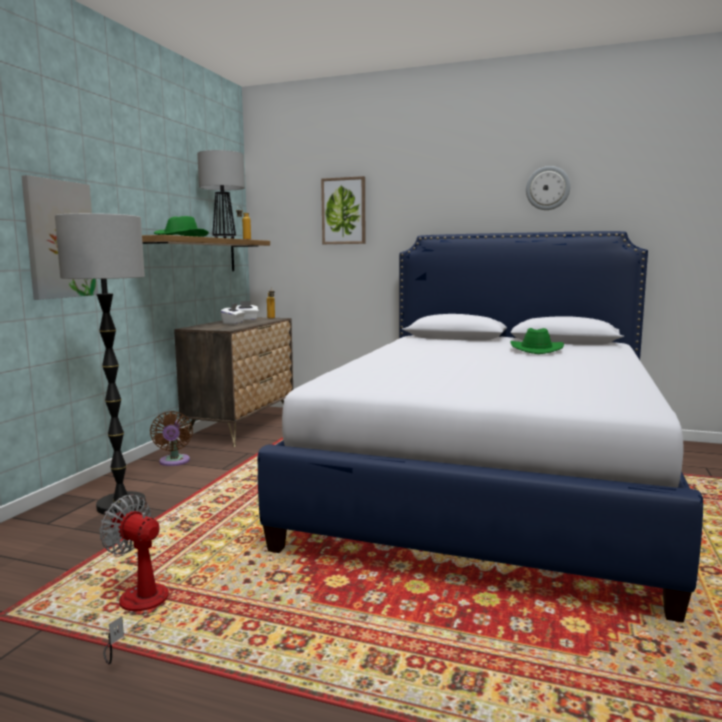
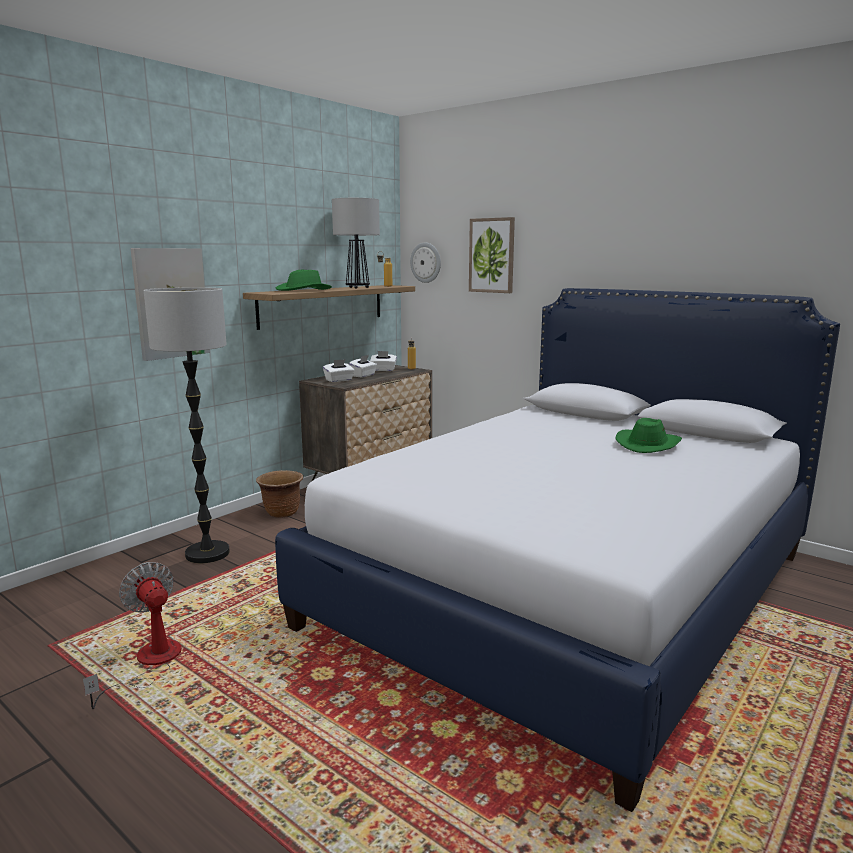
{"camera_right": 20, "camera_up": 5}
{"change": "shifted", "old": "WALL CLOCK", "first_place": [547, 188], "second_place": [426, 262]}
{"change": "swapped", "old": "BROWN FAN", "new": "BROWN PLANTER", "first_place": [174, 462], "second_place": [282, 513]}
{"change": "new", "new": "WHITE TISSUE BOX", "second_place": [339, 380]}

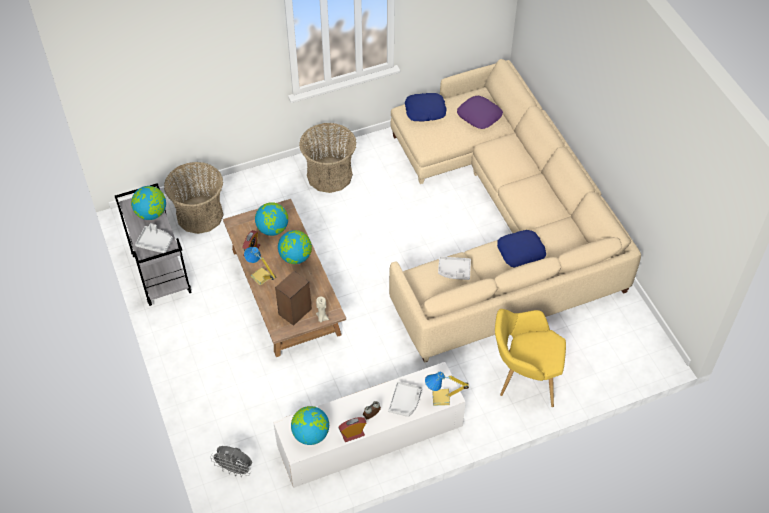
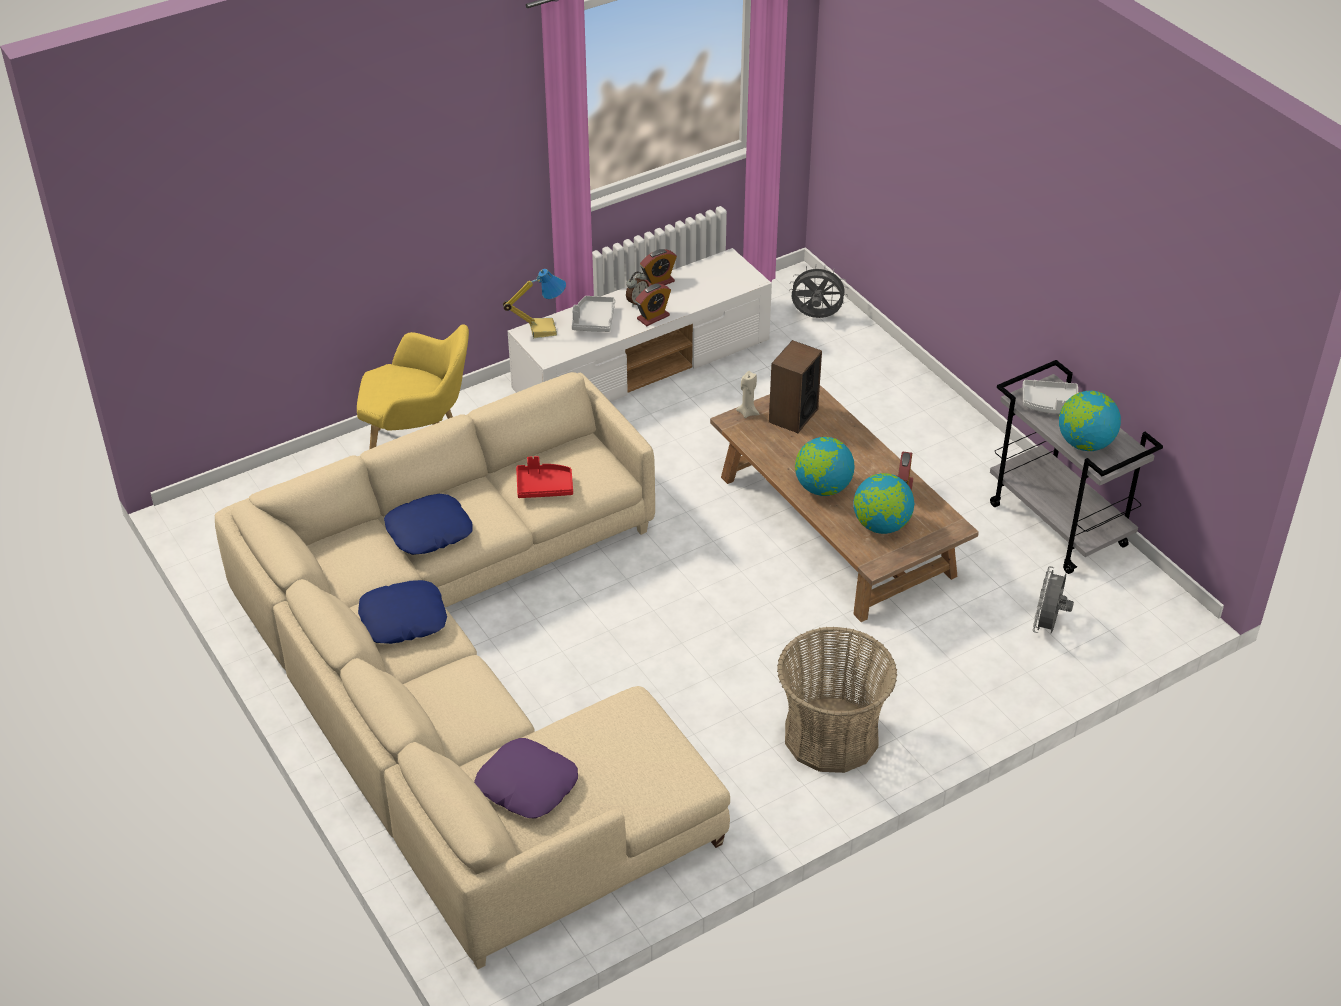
{"camera_right": 170, "camera_up": -10}
{"change": "shifted", "old": "BLUE PILLOW", "first_place": [425, 111], "second_place": [403, 619]}
{"change": "swapped", "old": "BASKET", "new": "GREY FAN", "first_place": [200, 215], "second_place": [1047, 626]}
{"change": "gone", "old": "TABLE LAMP", "first_place": [260, 277]}
{"change": "repainted", "old": "GREY TRAY", "new": "RED TRAY", "first_place": [454, 271], "second_place": [544, 487]}
{"change": "gone", "old": "GLOBE", "first_place": [311, 434]}
{"change": "new", "new": "ALARM CLOCK", "second_place": [653, 317]}

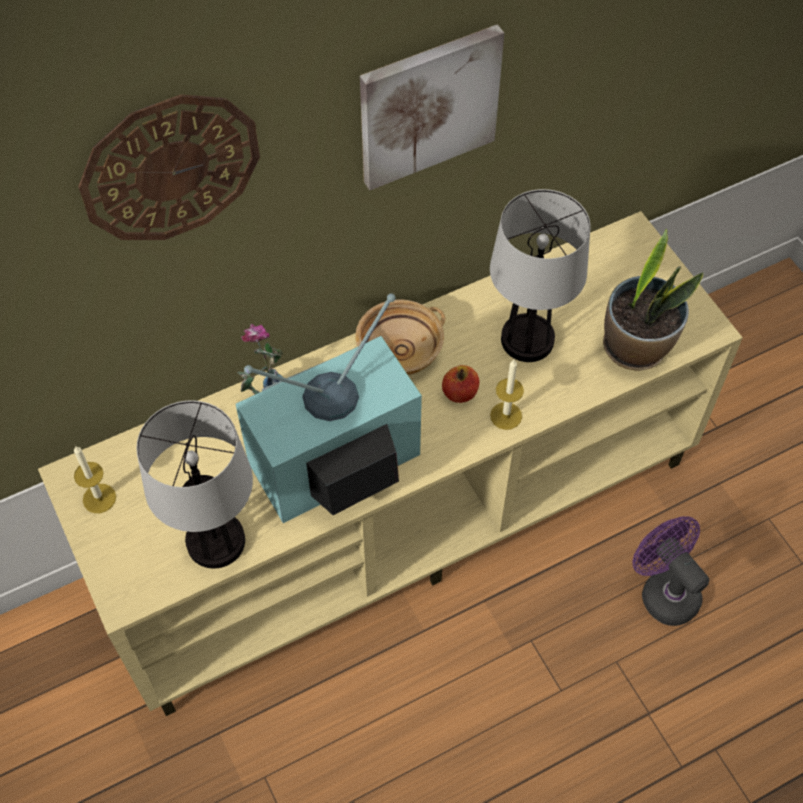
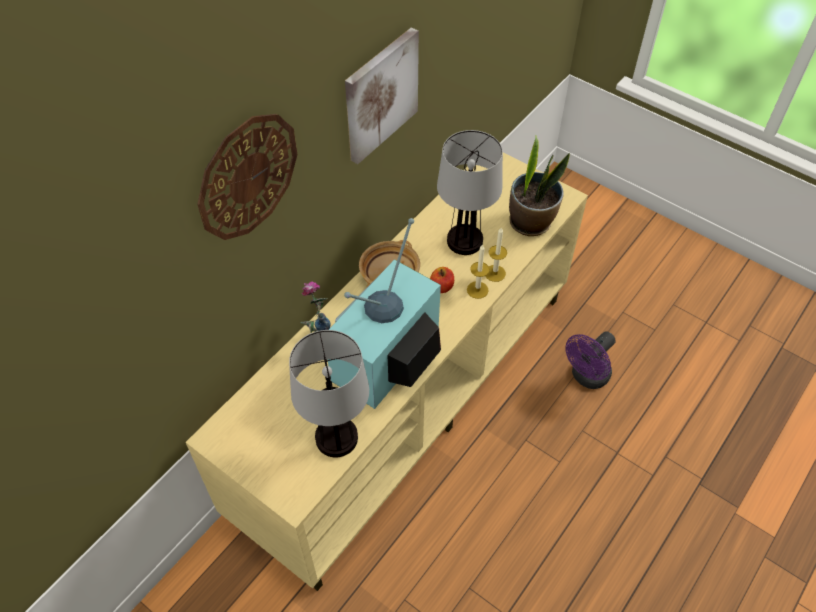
{"camera_right": -25, "camera_up": -5}
{"change": "shifted", "old": "CANDLE", "first_place": [99, 498], "second_place": [495, 273]}
{"change": "rotated", "old": "PURPLE FAN", "first_place": [663, 590], "second_place": [586, 377], "degrees": -75}

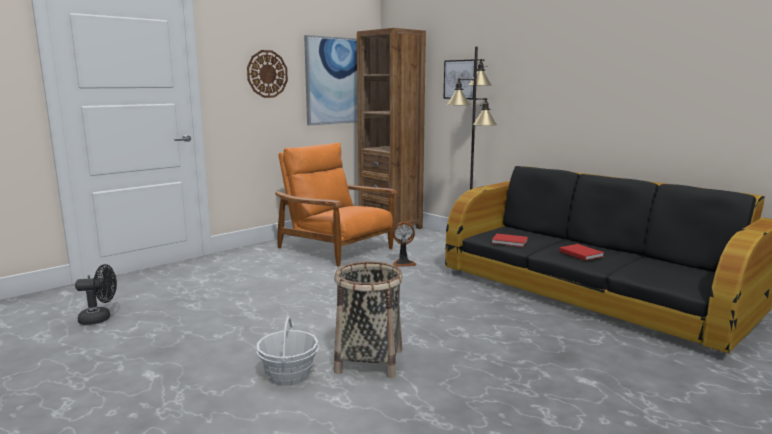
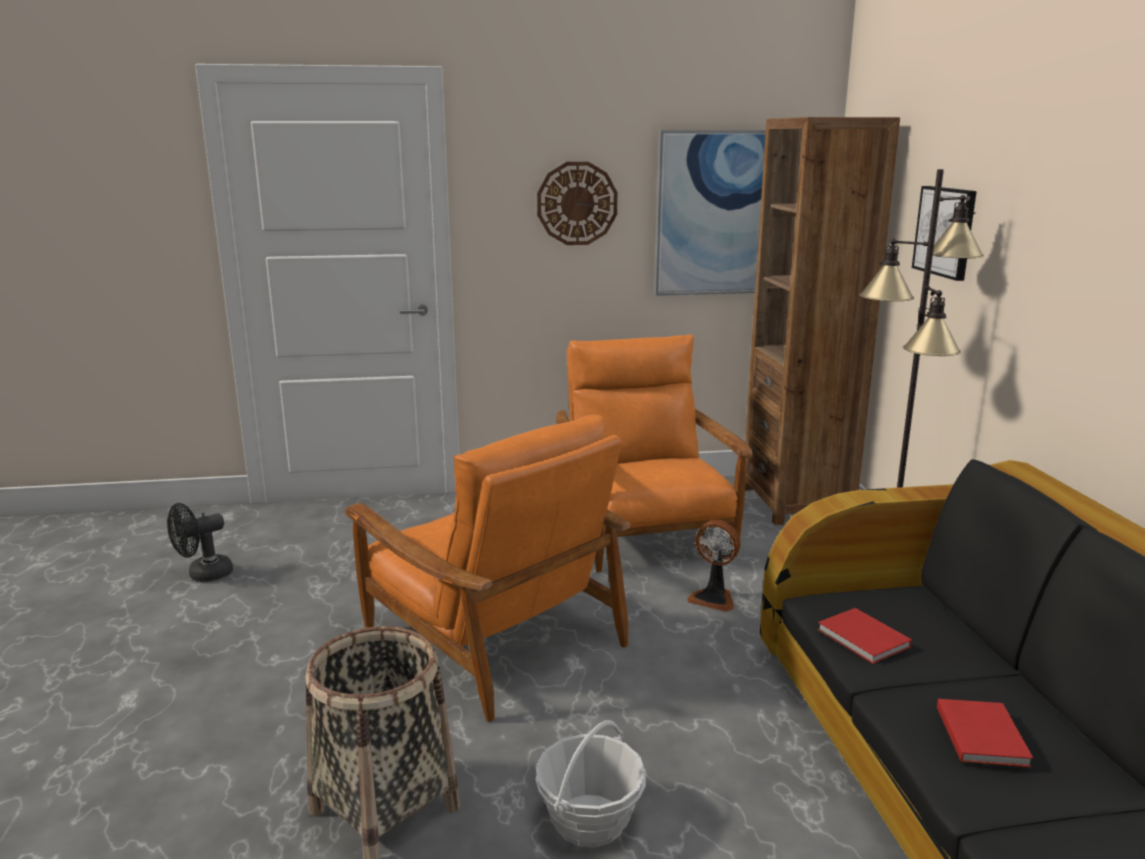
{"camera_right": 35, "camera_up": 5}
{"change": "rotated", "old": "BLACK FAN", "first_place": [100, 319], "second_place": [203, 575], "degrees": 120}
{"change": "shifted", "old": "BASKET", "first_place": [289, 375], "second_place": [589, 820]}
{"change": "new", "new": "ORANGE ARMCHAIR", "second_place": [491, 637]}

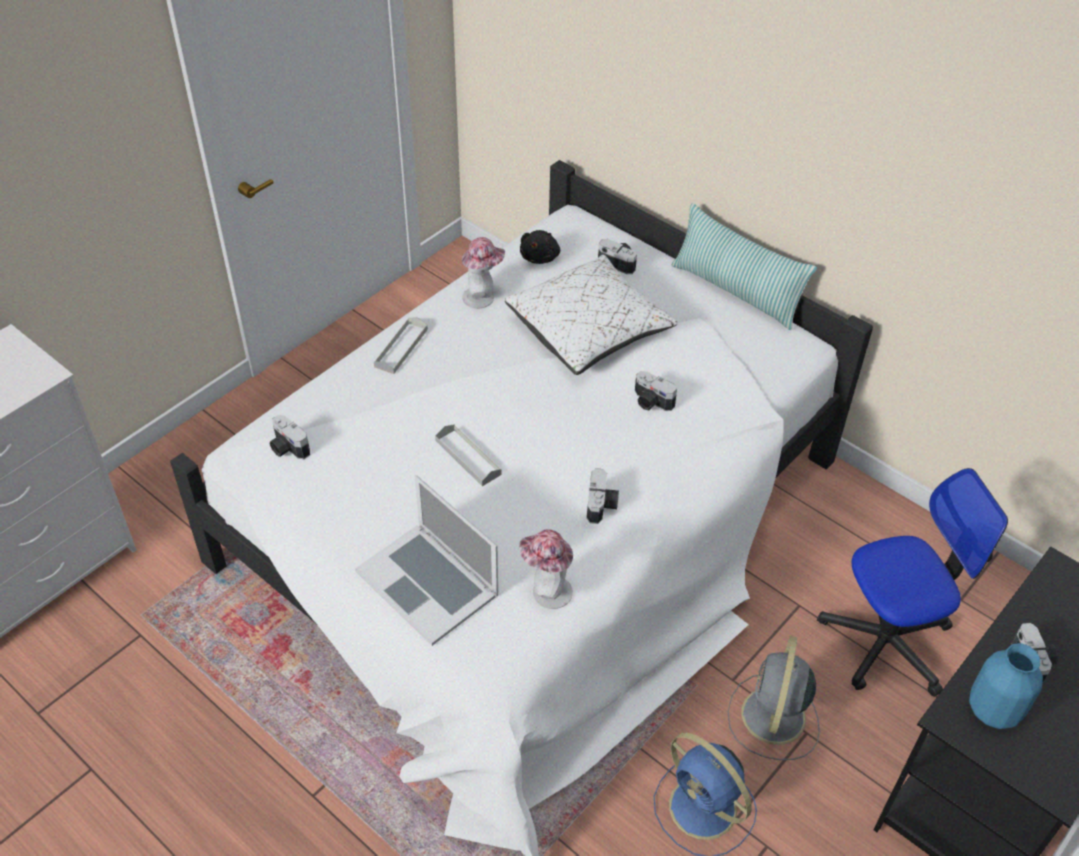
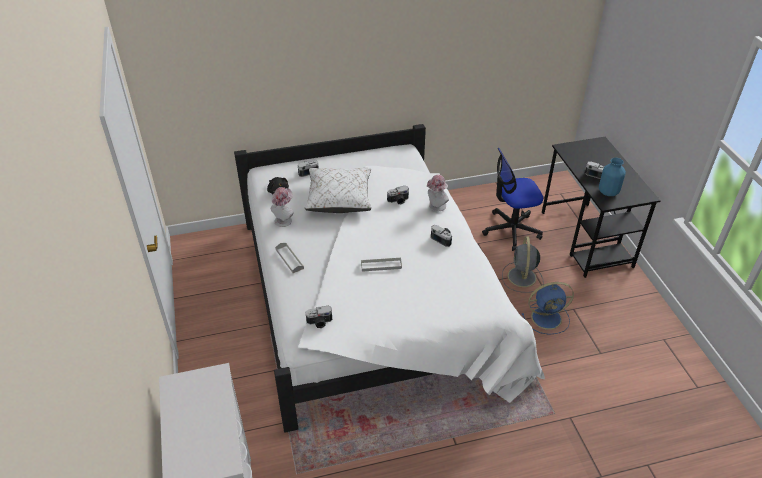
{"camera_right": -55, "camera_up": -5}
{"change": "gone", "old": "PILLOW", "first_place": [736, 292]}
{"change": "rotated", "old": "OFFICE CHAIR", "first_place": [886, 641], "second_place": [511, 230], "degrees": -120}
{"change": "gone", "old": "LAPTOP", "first_place": [427, 582]}
{"change": "shifted", "old": "HAT", "first_place": [546, 591], "second_place": [436, 207]}
{"change": "rotated", "old": "GREY FAN", "first_place": [772, 718], "second_place": [522, 278], "degrees": 45}

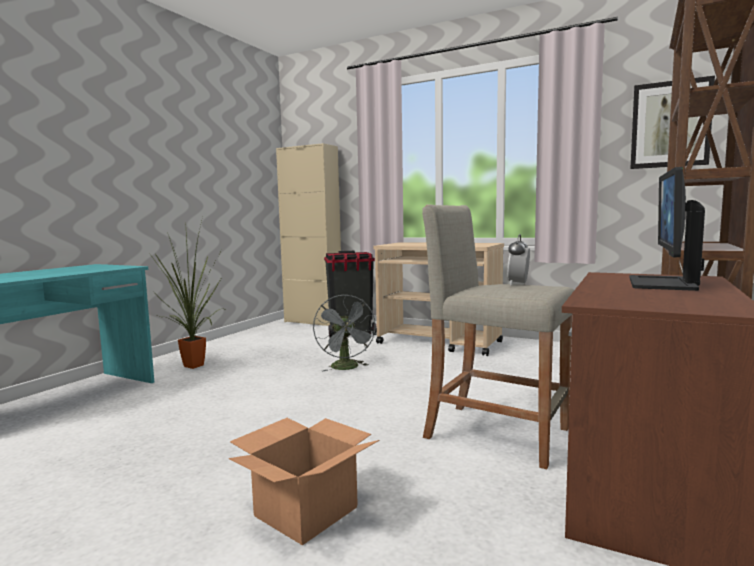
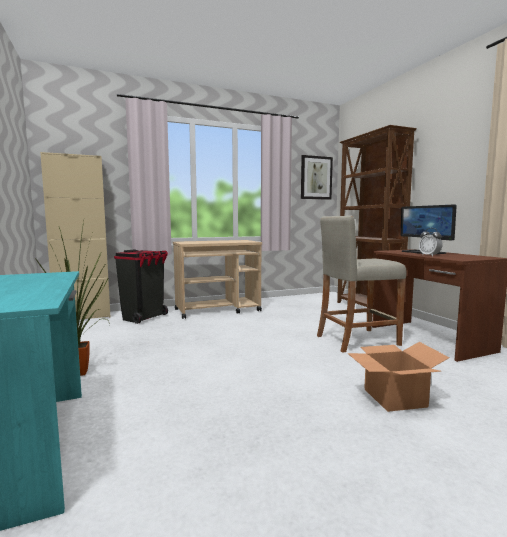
{"camera_right": -50, "camera_up": 0}
{"change": "shifted", "old": "ALARM CLOCK", "first_place": [518, 284], "second_place": [429, 256]}
{"change": "gone", "old": "GREY FAN", "first_place": [347, 368]}

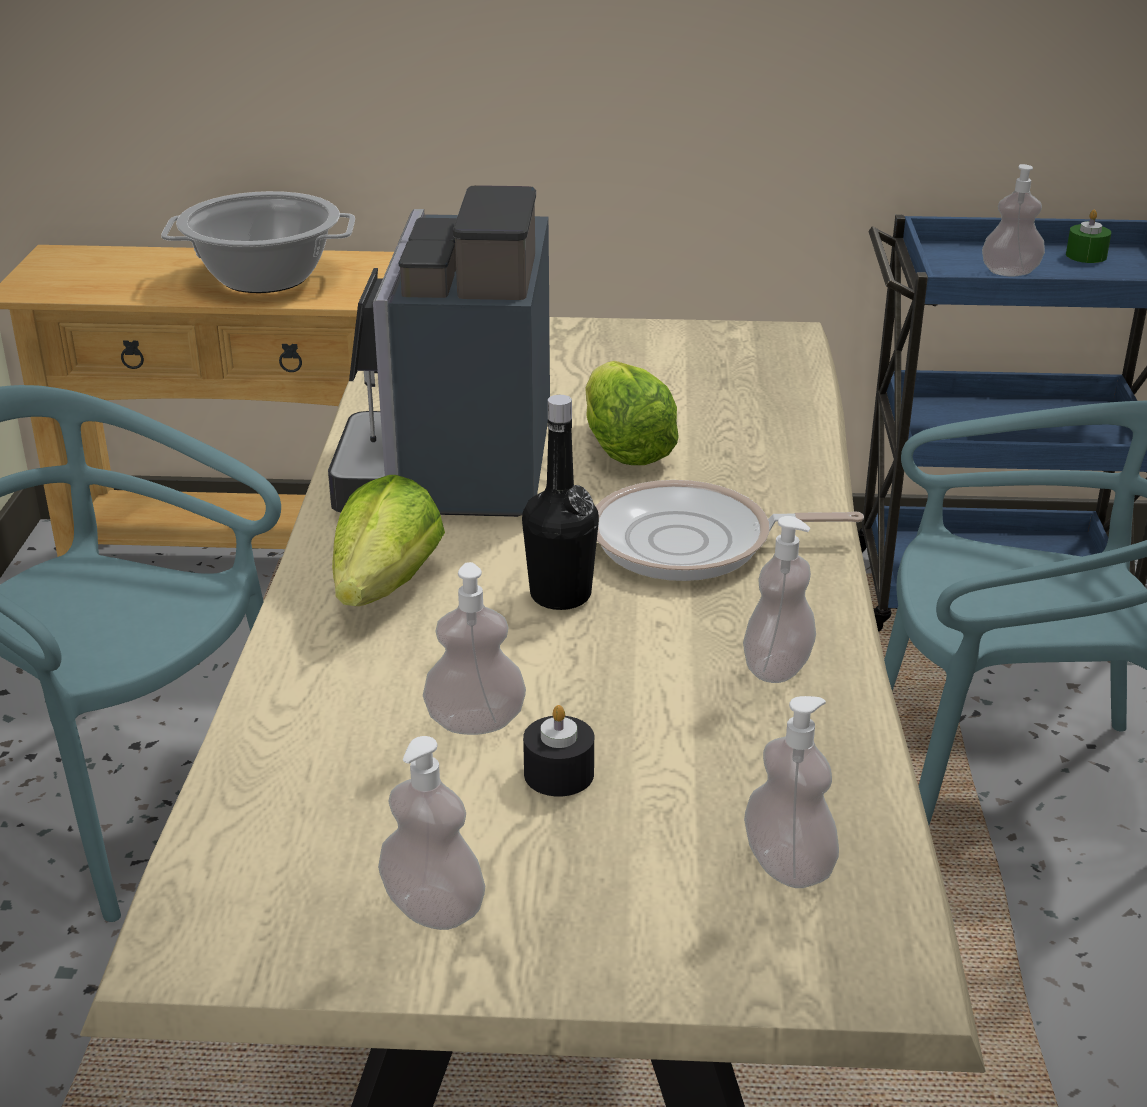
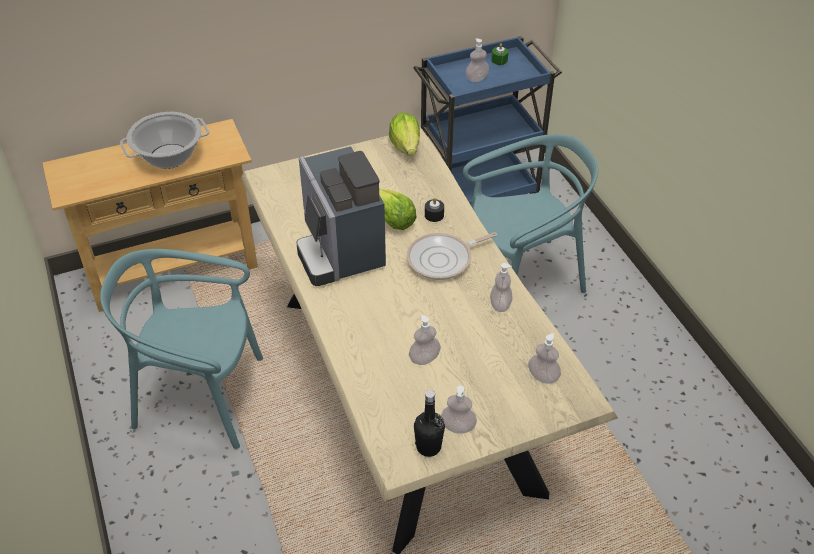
{"camera_right": -25, "camera_up": 15}
{"change": "shifted", "old": "BLACK BOTTLE", "first_place": [560, 595], "second_place": [428, 447]}
{"change": "shifted", "old": "LETTUCE", "first_place": [386, 587], "second_place": [406, 146]}
{"change": "shifted", "old": "BLACK CANDLE", "first_place": [559, 773], "second_place": [434, 215]}

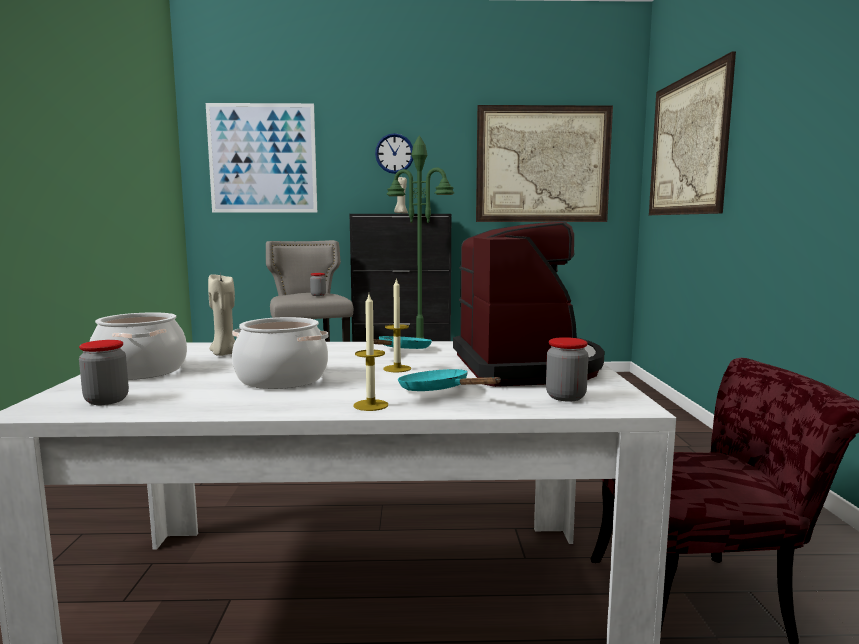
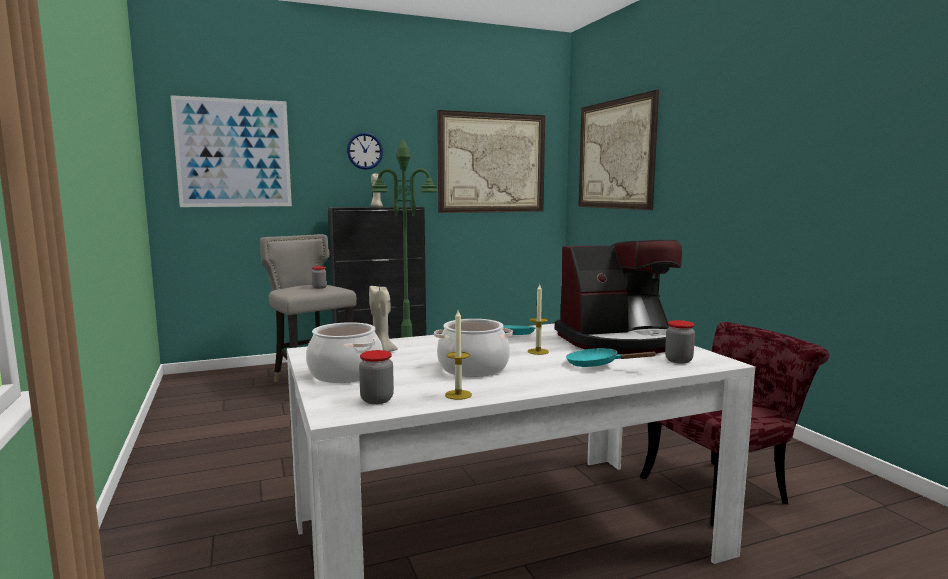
{"camera_right": -20, "camera_up": 0}
{"change": "rotated", "old": "COFFEE MACHINE", "first_place": [526, 366], "second_place": [619, 341], "degrees": 105}
{"change": "shifted", "old": "CANDLE", "first_place": [370, 405], "second_place": [458, 395]}

